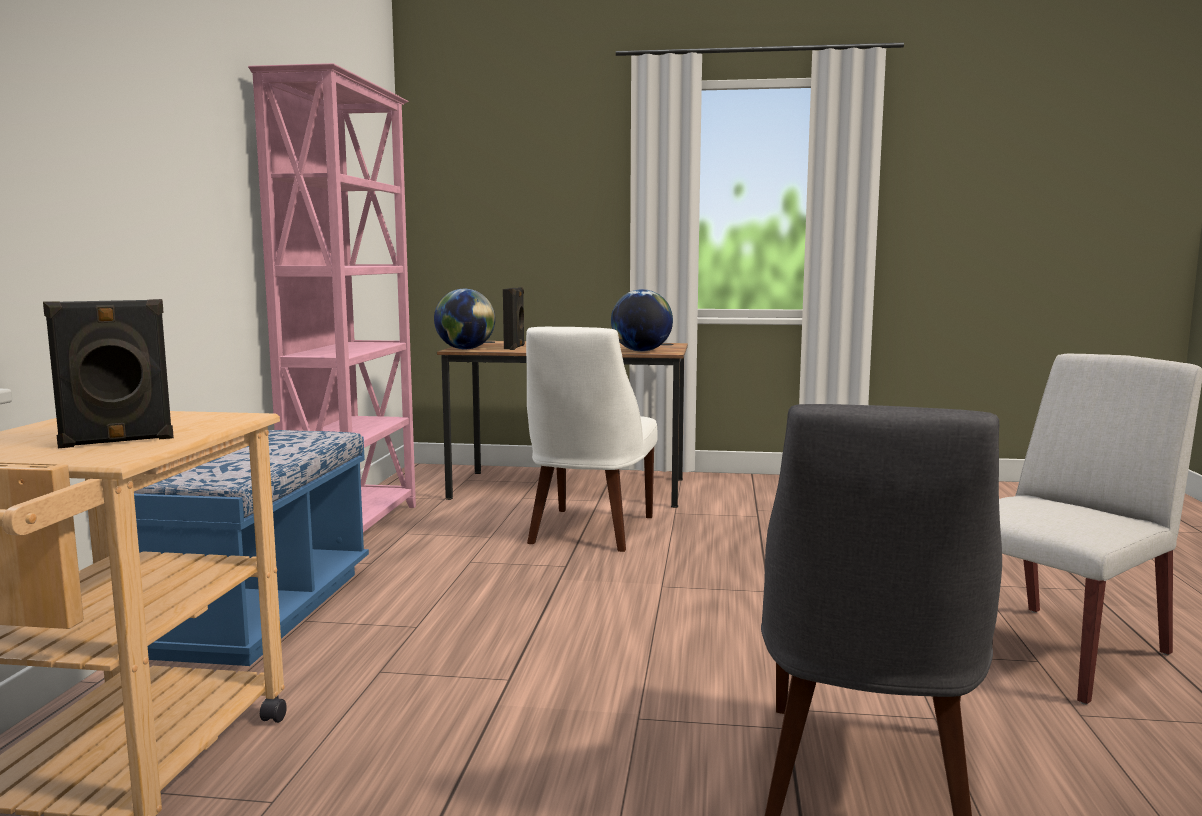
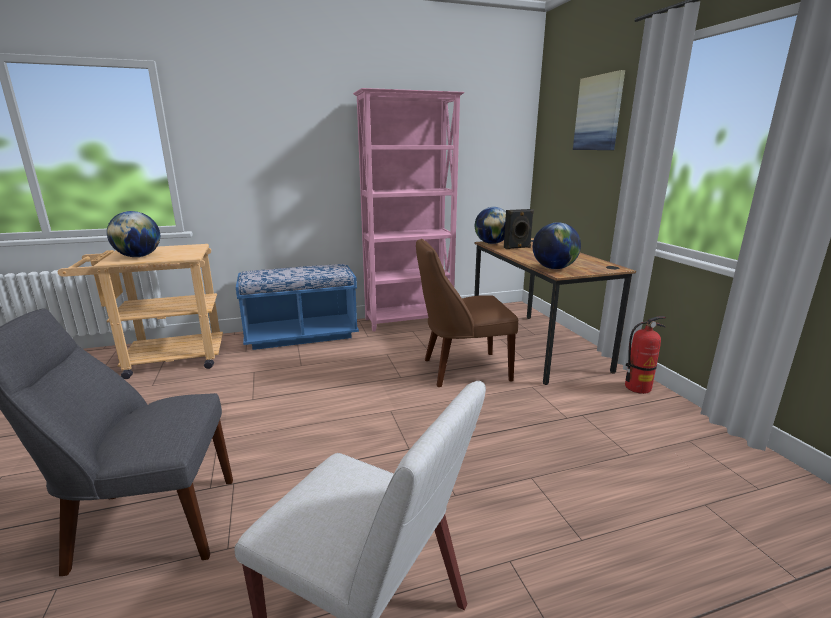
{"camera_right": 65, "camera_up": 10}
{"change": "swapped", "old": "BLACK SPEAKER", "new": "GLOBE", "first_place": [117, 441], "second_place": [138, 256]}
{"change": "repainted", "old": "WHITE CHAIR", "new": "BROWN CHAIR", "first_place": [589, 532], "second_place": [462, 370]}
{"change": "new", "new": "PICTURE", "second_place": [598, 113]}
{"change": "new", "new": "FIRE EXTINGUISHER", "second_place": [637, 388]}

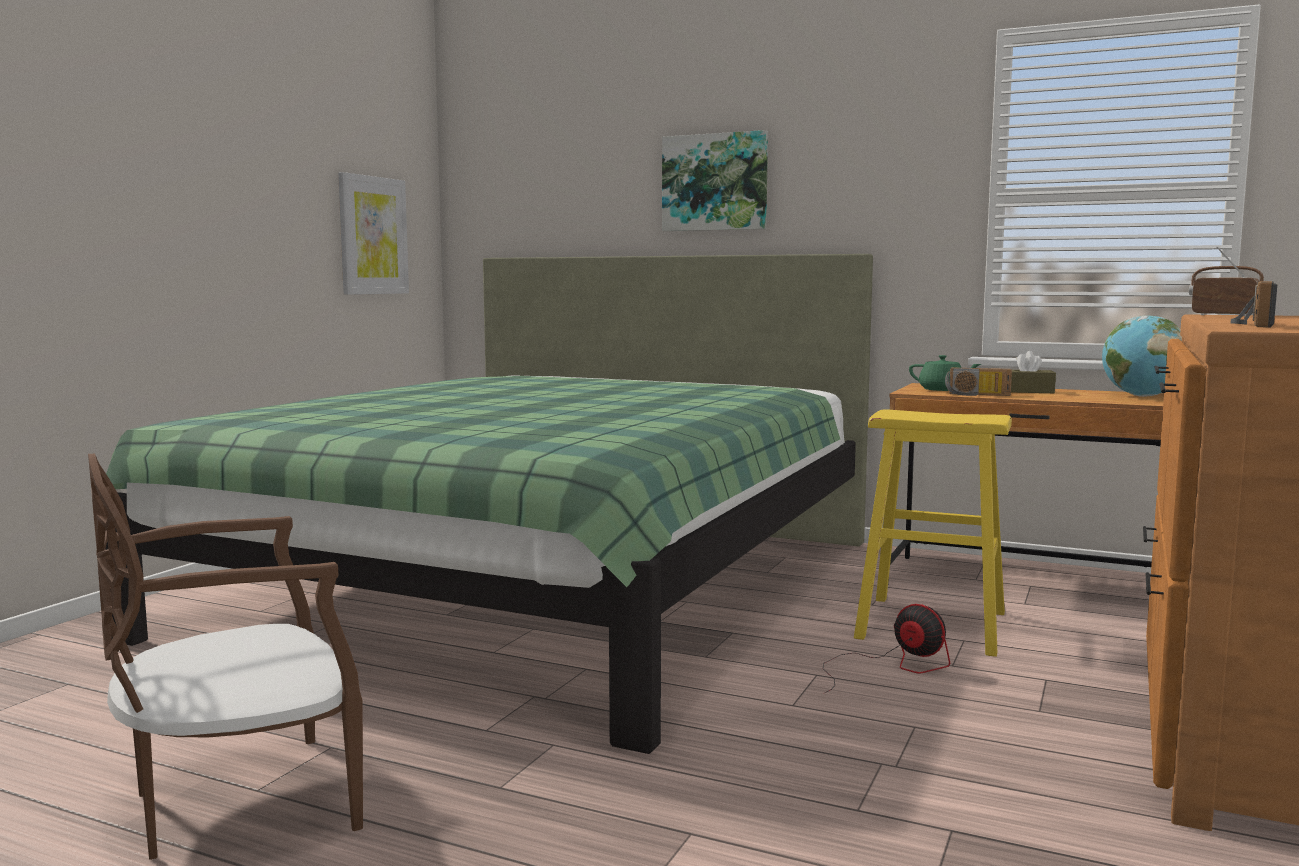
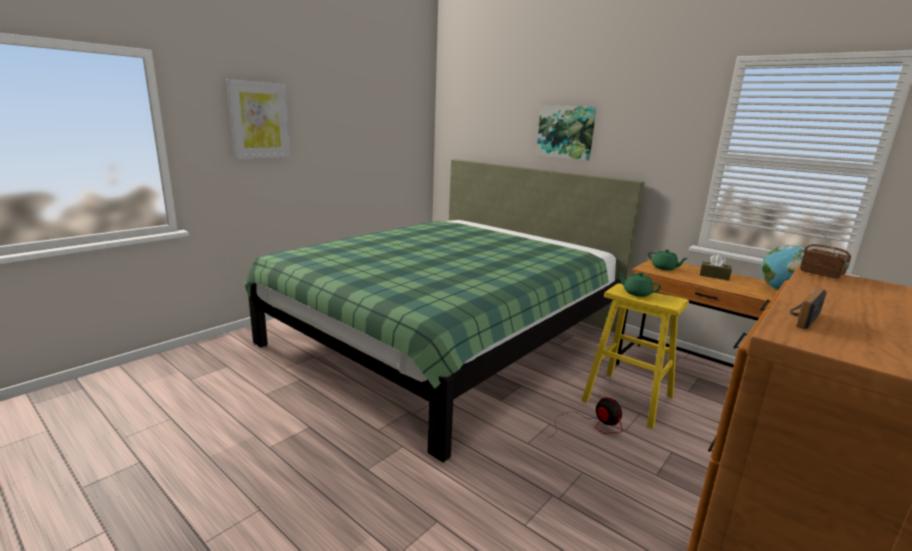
{"camera_right": 15, "camera_up": 10}
{"change": "shifted", "old": "PICTURE", "first_place": [373, 235], "second_place": [259, 120]}
{"change": "gone", "old": "RADIO", "first_place": [977, 395]}
{"change": "gone", "old": "BROWN CHAIR", "first_place": [239, 802]}
{"change": "new", "new": "GREEN TEAPOT", "second_place": [636, 293]}

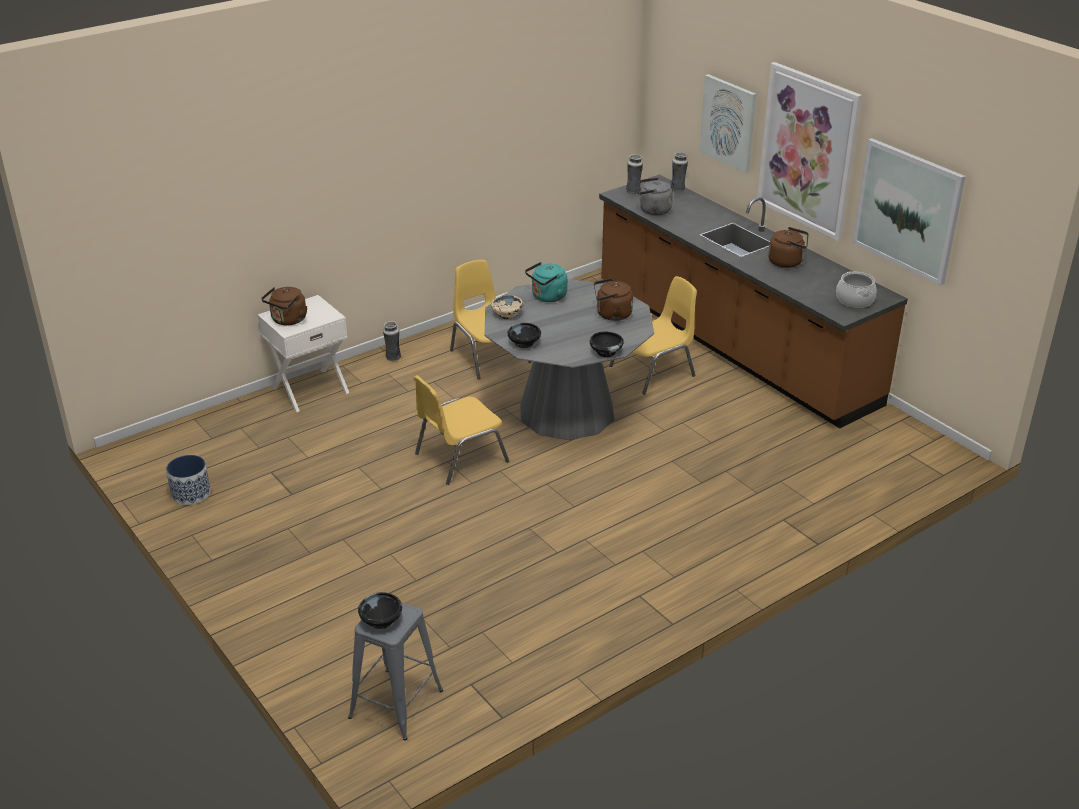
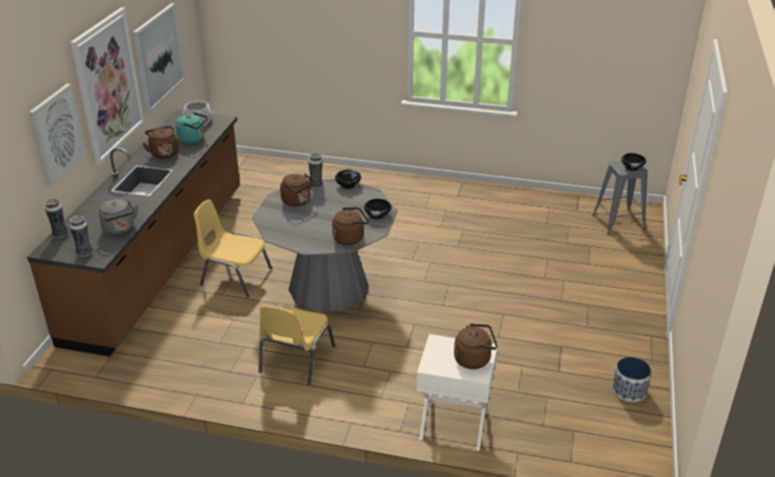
{"camera_right": -130, "camera_up": 0}
{"change": "shifted", "old": "TURQUOISE KETTLE", "first_place": [547, 297], "second_place": [193, 139]}
{"change": "swapped", "old": "BEIGE BOWL", "new": "BROWN KETTLE", "first_place": [507, 315], "second_place": [350, 238]}
{"change": "shifted", "old": "VASE", "first_place": [393, 358], "second_place": [316, 185]}
{"change": "gone", "old": "YELLOW CHAIR", "first_place": [459, 457]}

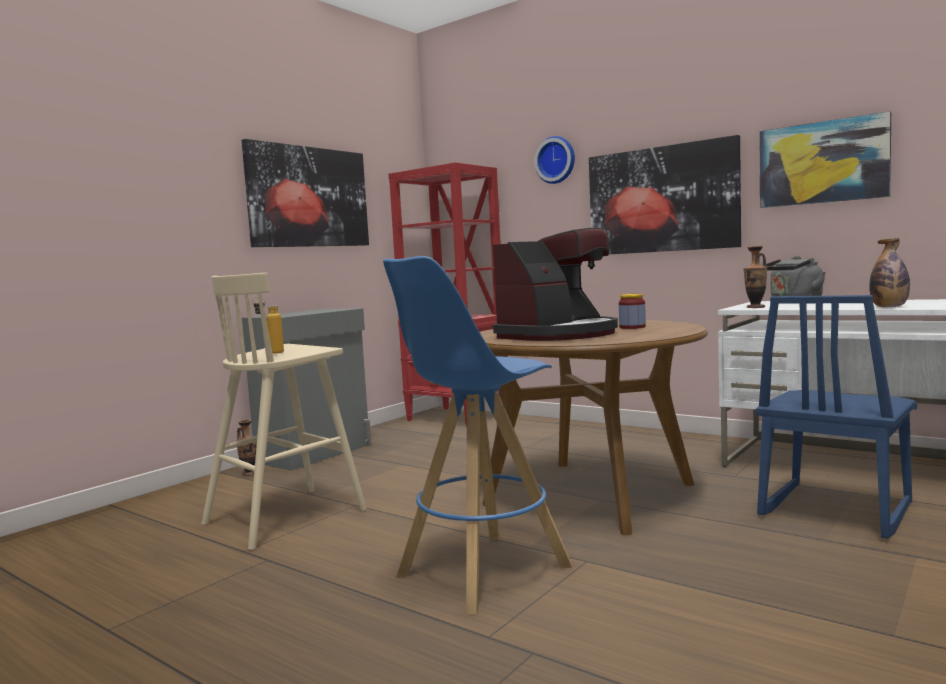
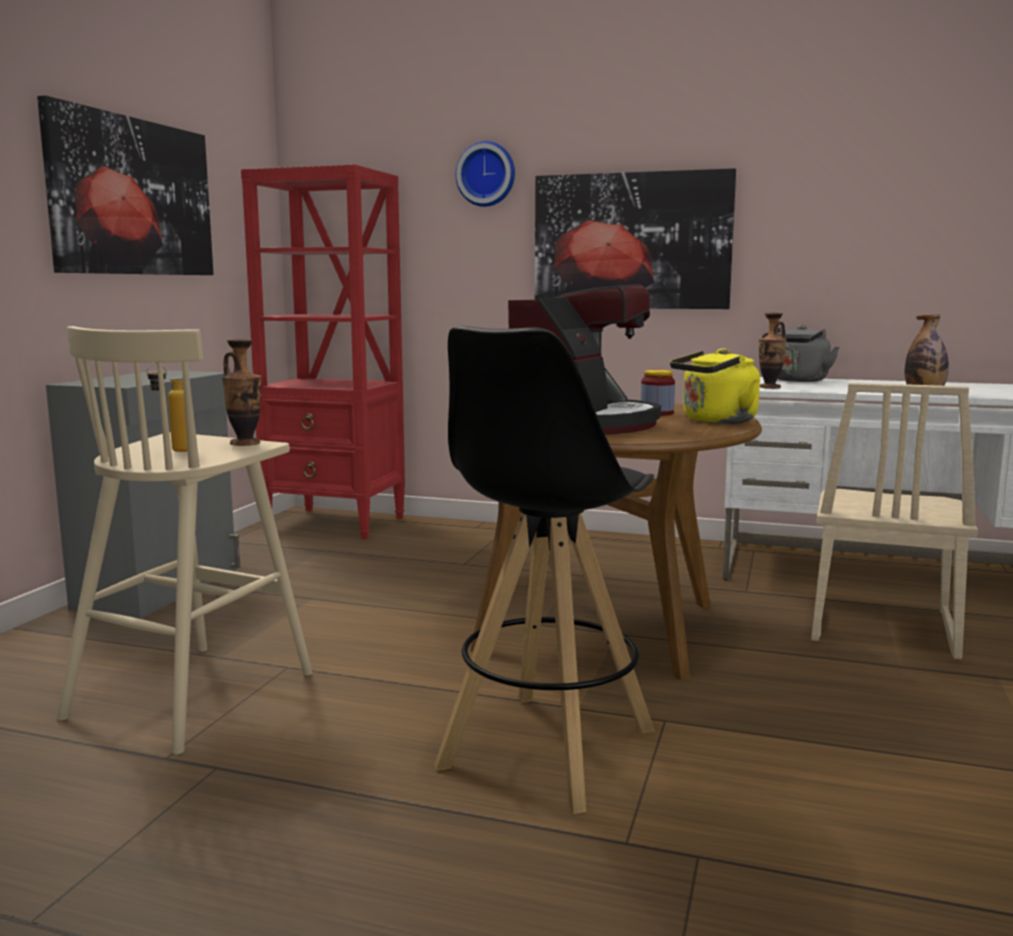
{"camera_right": -20, "camera_up": 5}
{"change": "gone", "old": "PICTURE", "first_place": [822, 162]}
{"change": "repainted", "old": "BLUE STOOL", "new": "BLACK STOOL", "first_place": [482, 571], "second_place": [546, 749]}
{"change": "repainted", "old": "BLUE CHAIR", "new": "BEIGE CHAIR", "first_place": [833, 510], "second_place": [879, 628]}
{"change": "shifted", "old": "VASE", "first_place": [249, 474], "second_place": [245, 443]}
{"change": "new", "new": "YELLOW KETTLE", "second_place": [715, 421]}

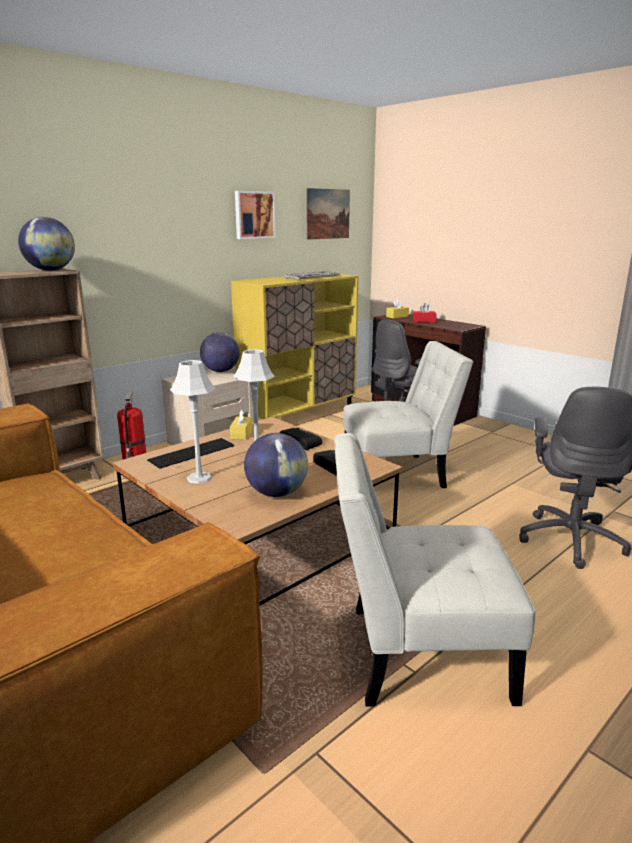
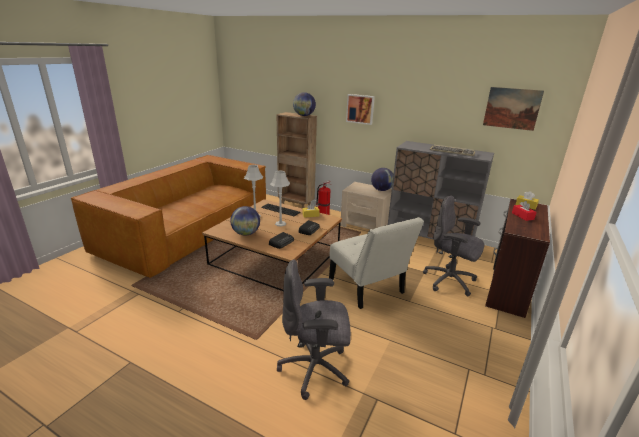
{"camera_right": 70, "camera_up": 5}
{"change": "shifted", "old": "PICTURE", "first_place": [254, 215], "second_place": [360, 109]}
{"change": "repainted", "old": "YELLOW CABINET", "new": "GREY CABINET", "first_place": [299, 415], "second_place": [429, 241]}
{"change": "gone", "old": "WHITE CHAIR", "first_place": [417, 653]}

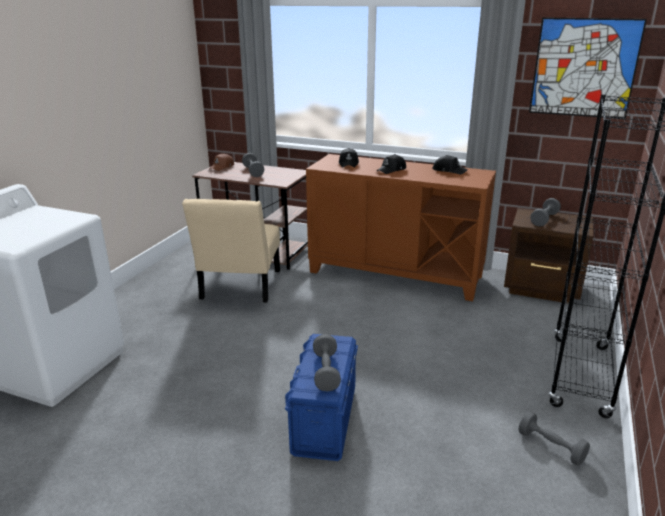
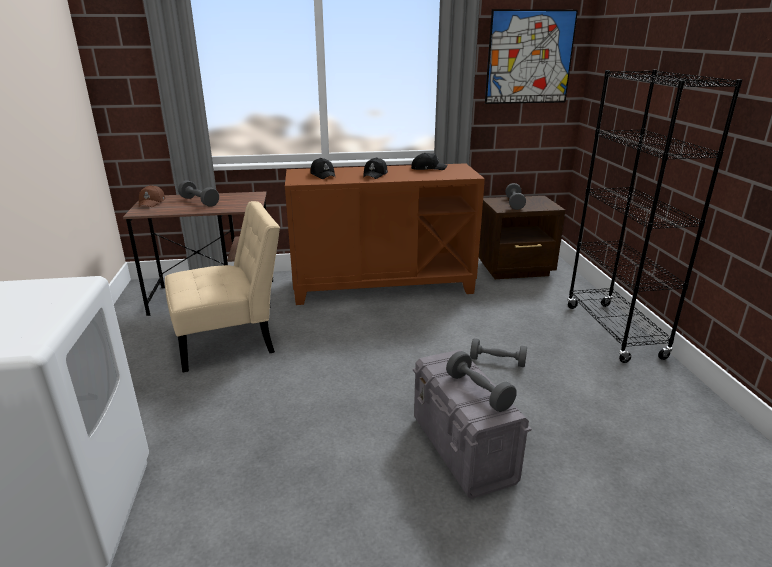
{"camera_right": -30, "camera_up": 0}
{"change": "rotated", "old": "BEIGE CHAIR", "first_place": [239, 287], "second_place": [231, 340], "degrees": -90}
{"change": "repainted", "old": "BLUE STORAGE BOX", "new": "GREY STORAGE BOX", "first_place": [324, 421], "second_place": [462, 449]}
{"change": "shifted", "old": "GREY DUMBBELL", "first_place": [551, 447], "second_place": [497, 361]}

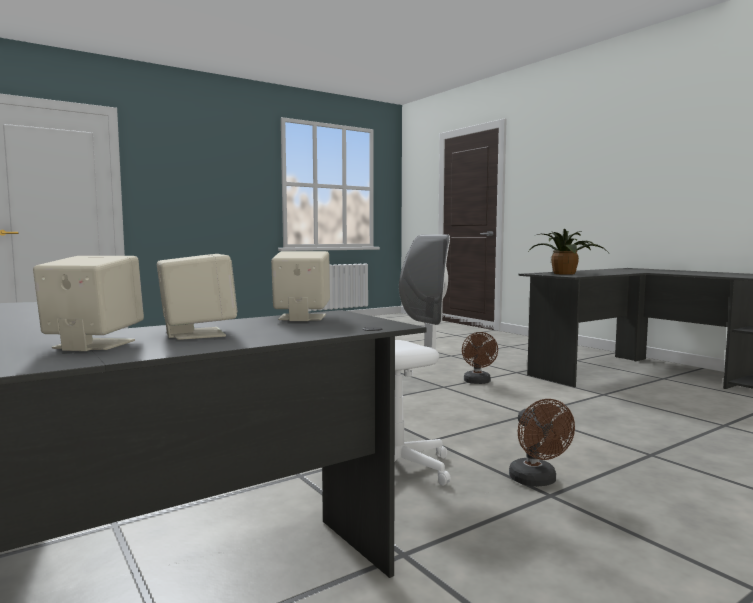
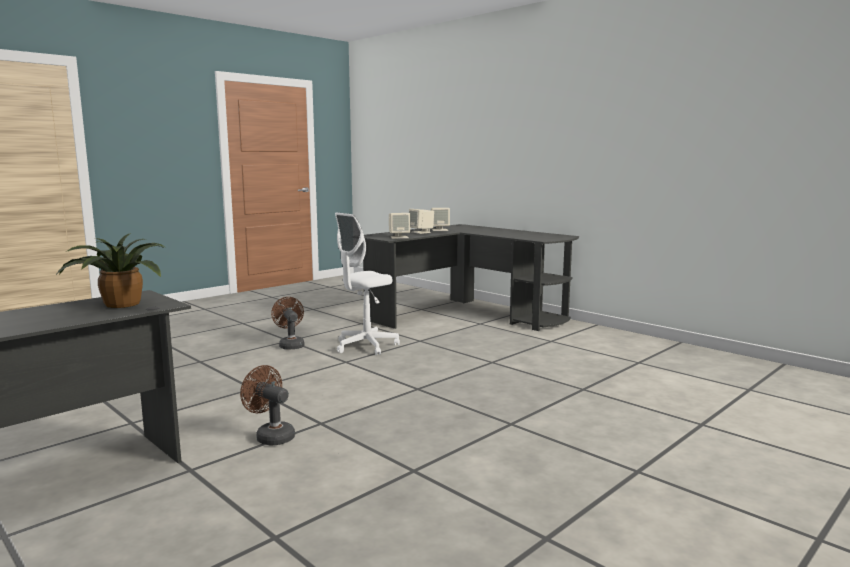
{"camera_right": 170, "camera_up": 5}
{"change": "rotated", "old": "BROWN FAN", "first_place": [478, 382], "second_place": [271, 436], "degrees": -45}

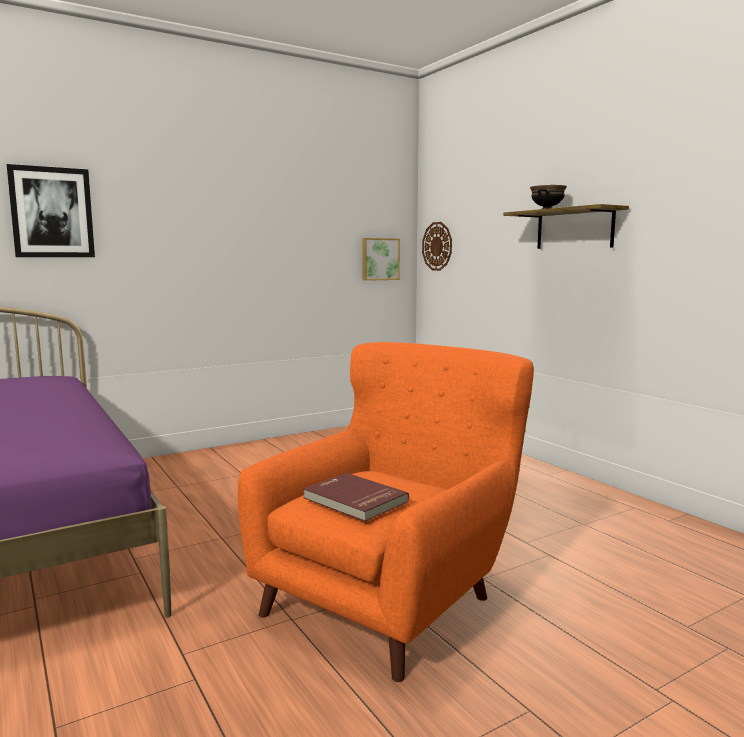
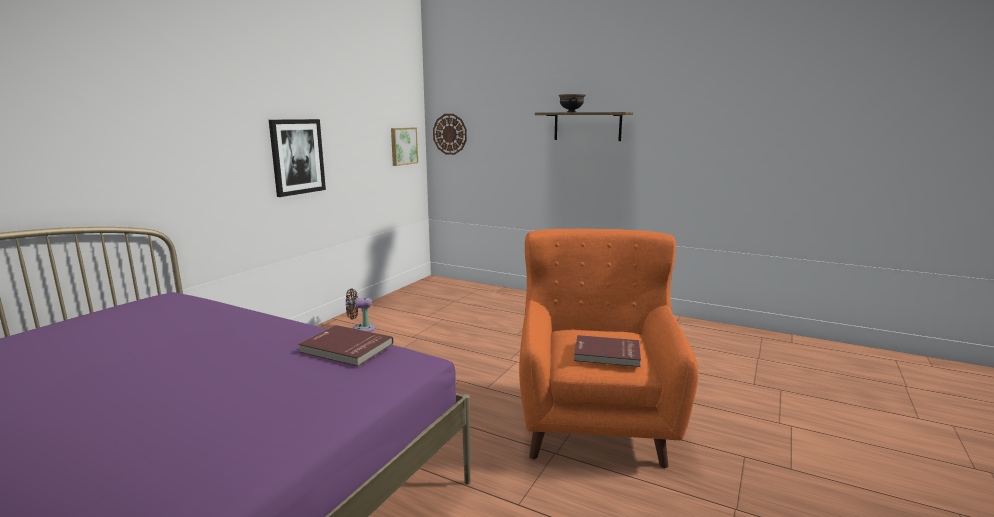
{"camera_right": -30, "camera_up": 5}
{"change": "shifted", "old": "PICTURE", "first_place": [52, 212], "second_place": [297, 156]}
{"change": "new", "new": "BROWN FAN", "second_place": [361, 328]}
{"change": "new", "new": "RED BOOK", "second_place": [345, 348]}

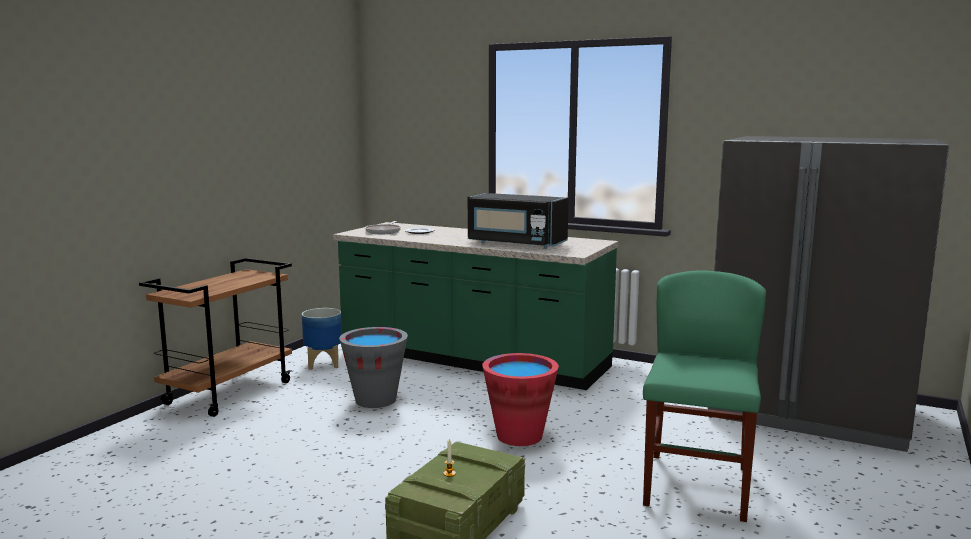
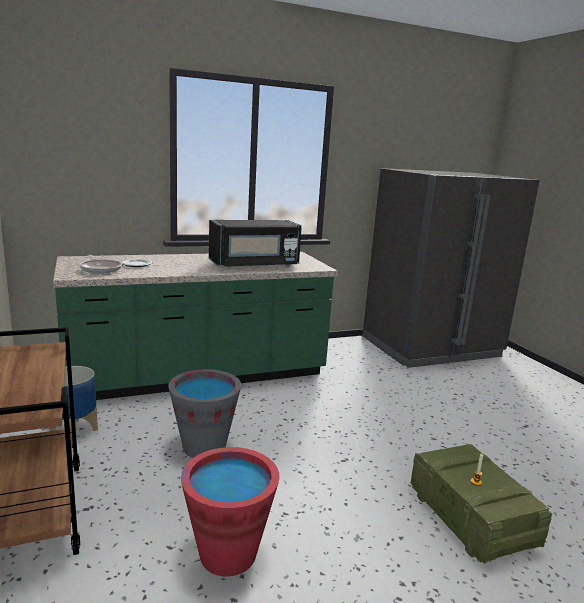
{"camera_right": -50, "camera_up": 5}
{"change": "gone", "old": "GREEN CHAIR", "first_place": [696, 486]}
{"change": "shifted", "old": "RED BUCKET", "first_place": [519, 436], "second_place": [228, 554]}

